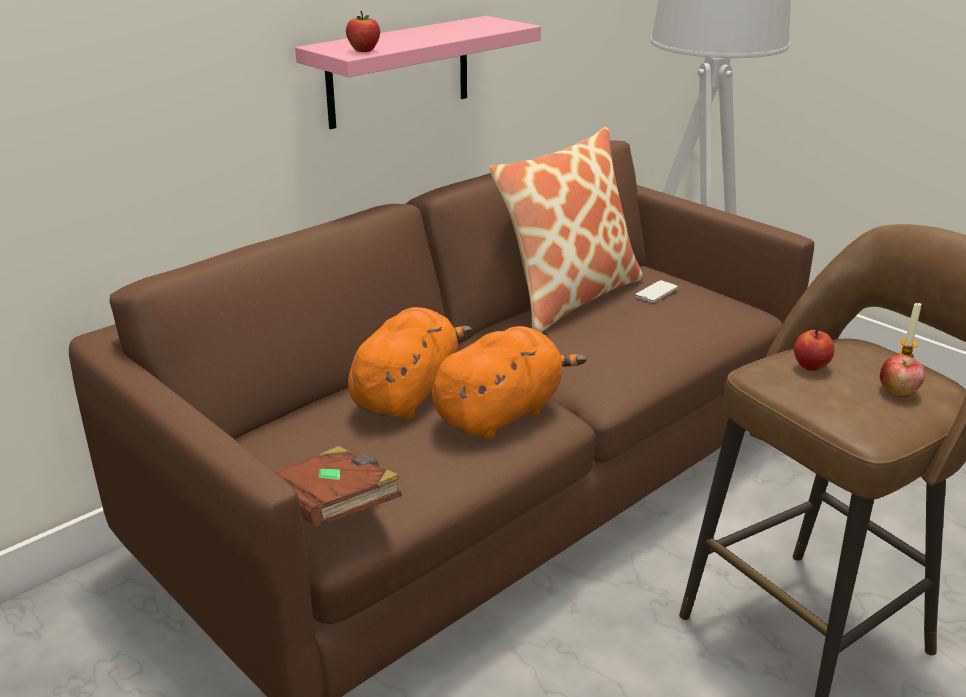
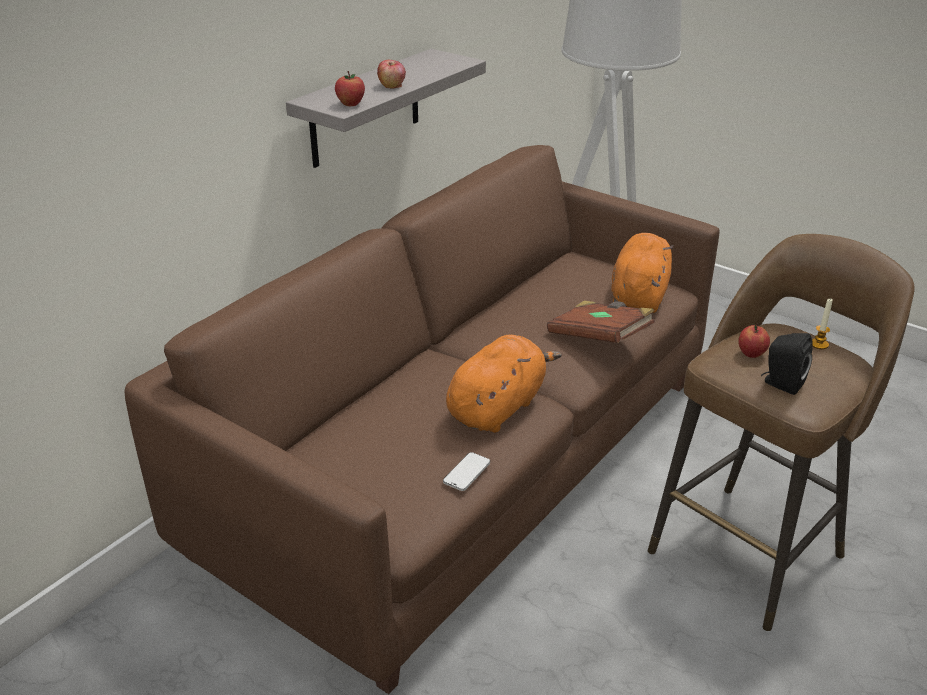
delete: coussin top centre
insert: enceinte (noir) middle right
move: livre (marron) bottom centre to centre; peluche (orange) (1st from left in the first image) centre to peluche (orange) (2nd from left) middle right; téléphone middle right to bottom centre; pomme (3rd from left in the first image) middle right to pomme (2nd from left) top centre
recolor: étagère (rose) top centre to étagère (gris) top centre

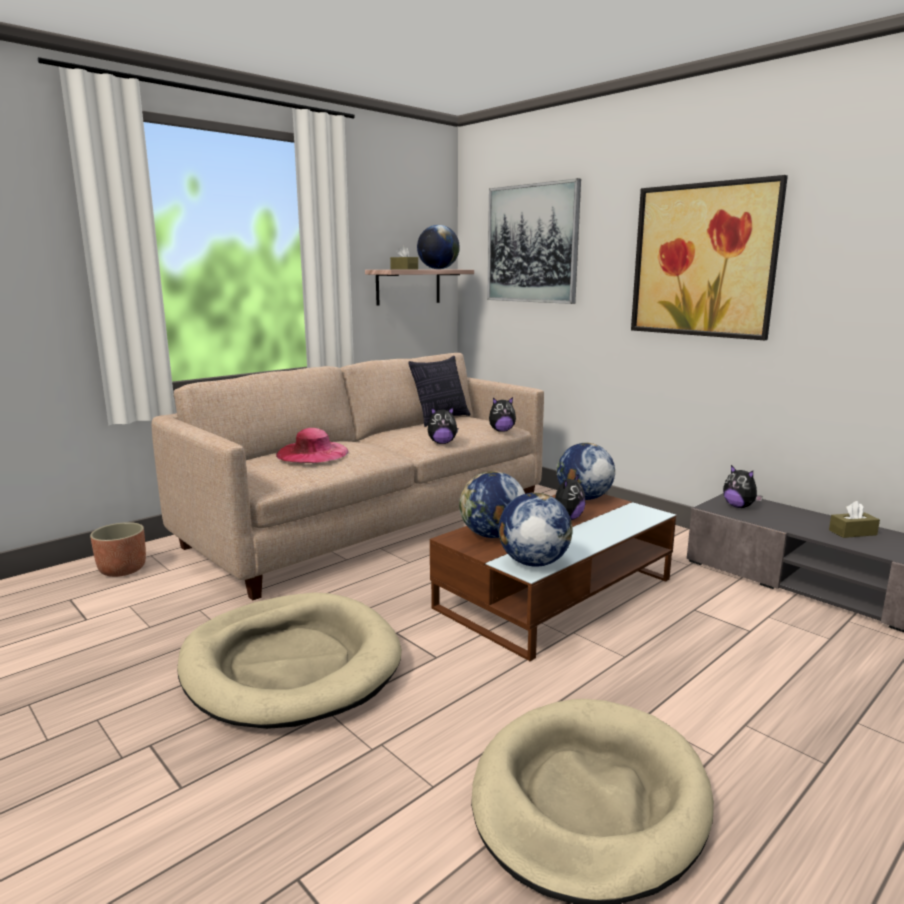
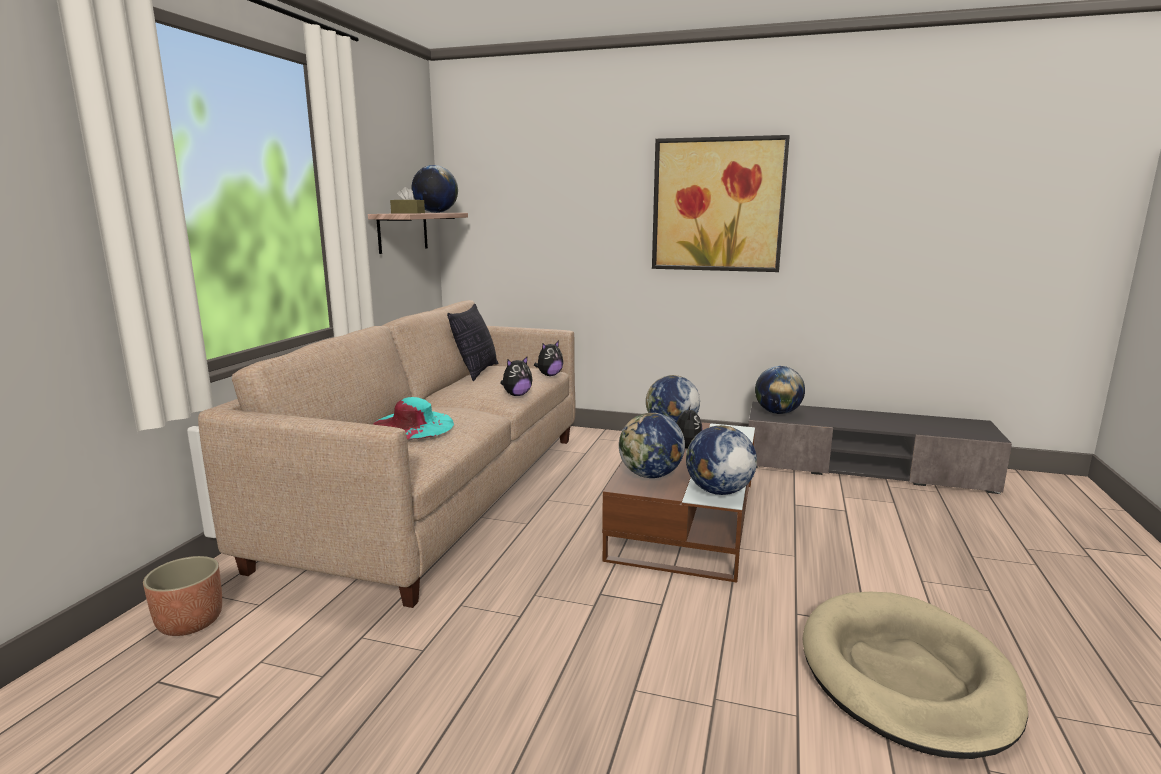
delete: panier pour chien (beige) (1st from left) bottom left; tableau (1st from left) top centre; boîte à mouchoirs (marron) (2nd from left) middle right
replace: peluche (4th from left) middle right to globe (5th from left) middle right
recolor: chapeau (rose) centre to chapeau (turquoise) centre

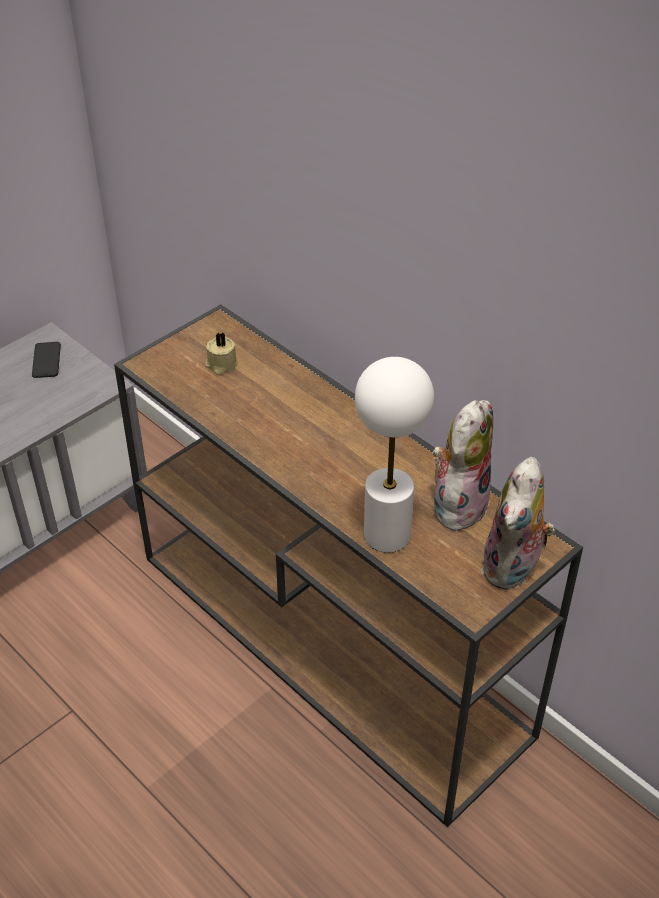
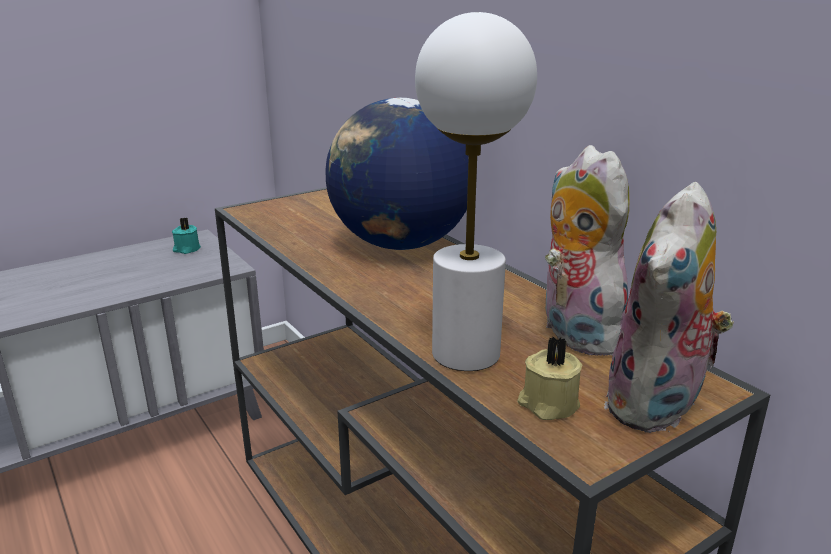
insert: globe top centre
move: bougie (beige) centre to bottom centre
replace: téléphone middle left to bougie (turquoise) middle left
rotate: peluche (1st from left) middle right = middle right 60 degrees counterclockwise

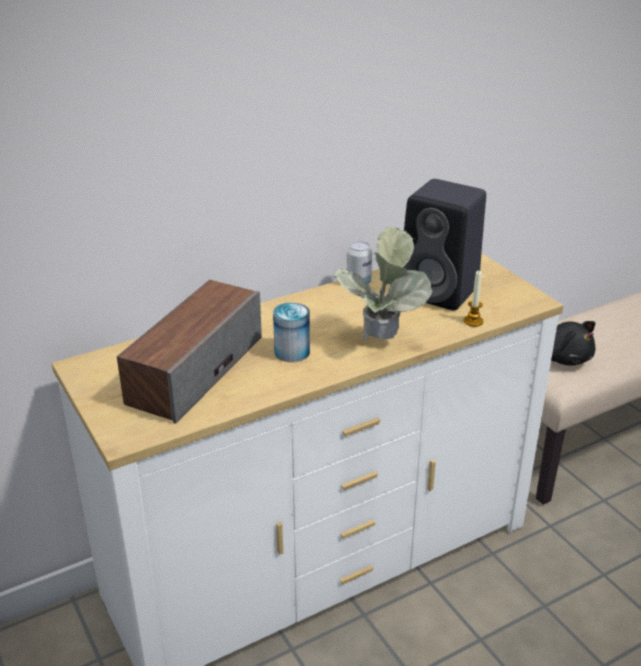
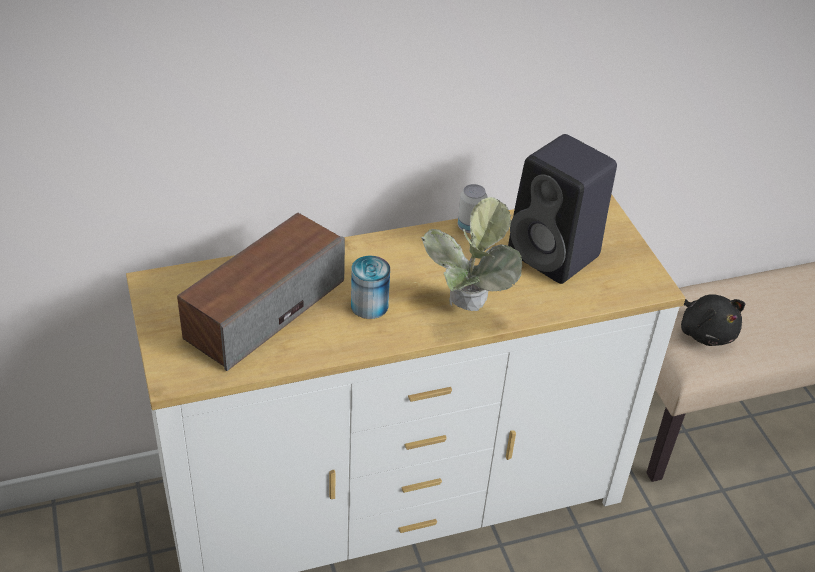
delete: bougie middle right

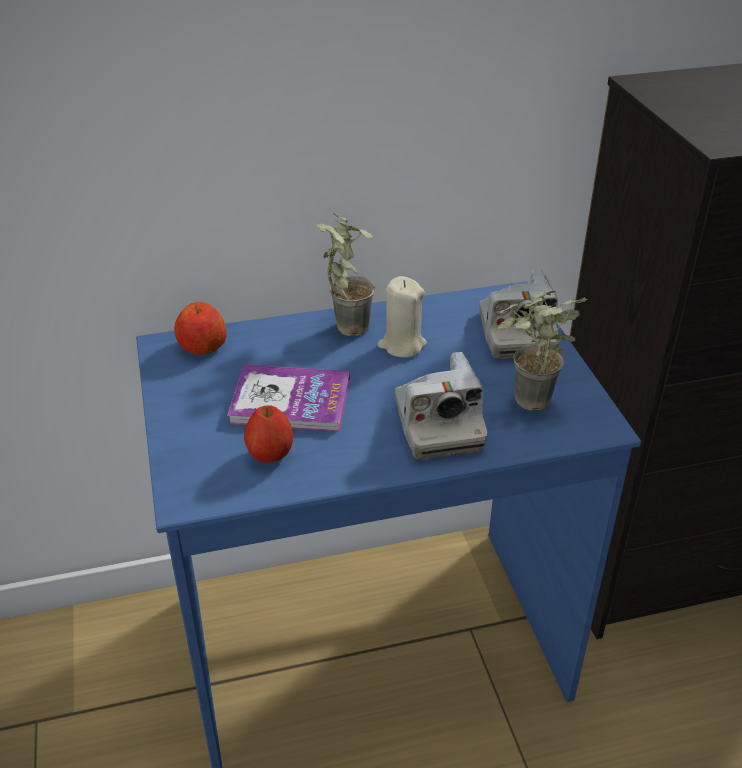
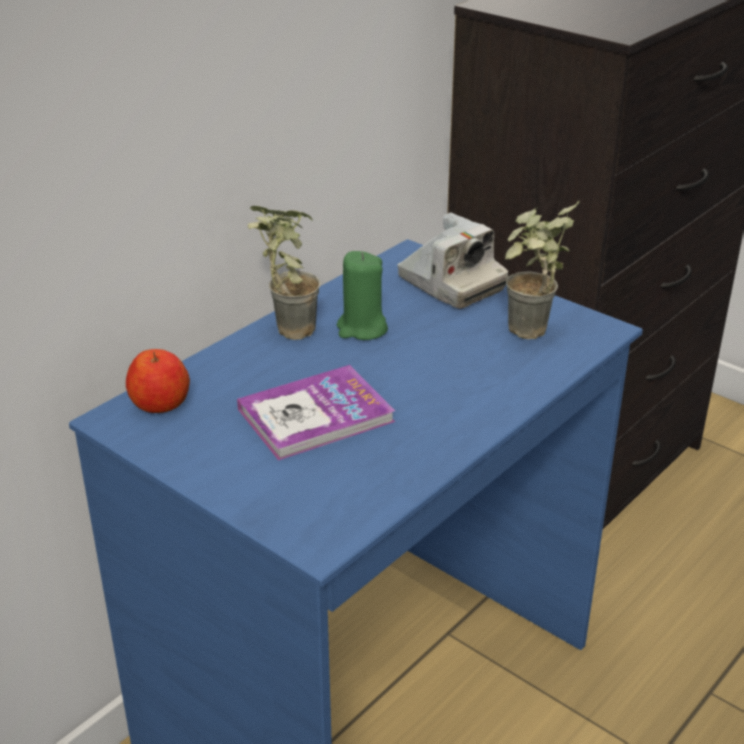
delete: pomme (2nd from left) centre; appareil photo (1st from left) centre
recolor: bougie (beige) centre to bougie (vert) centre

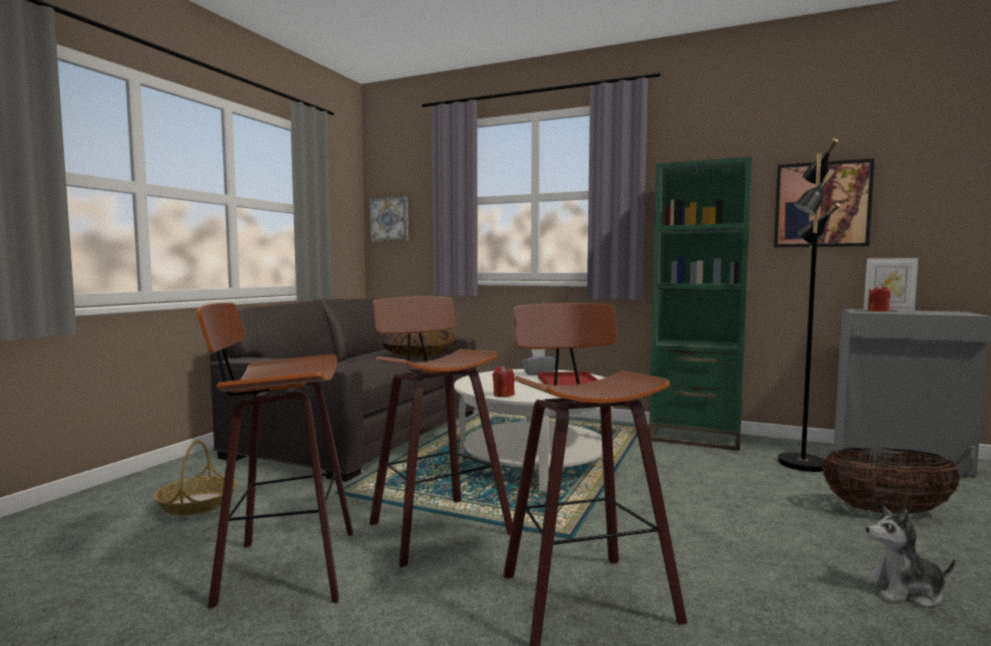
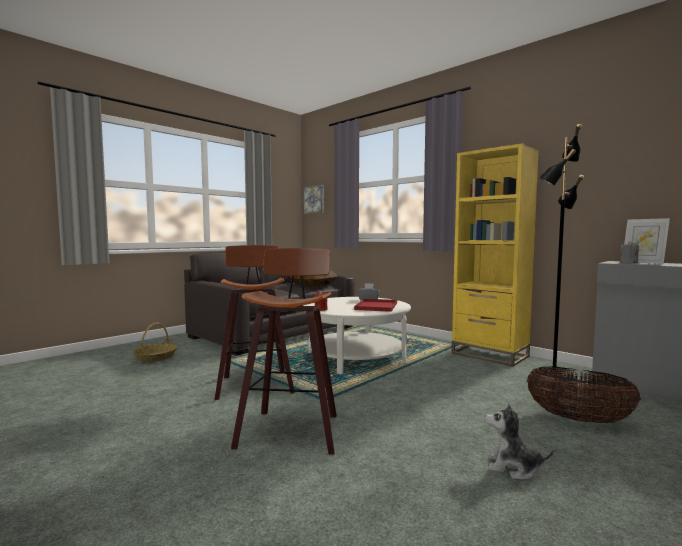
delete: tabouret (1st from left) bottom left; tableau (2nd from left) top right
recolor: bibliothèque (vert) middle right to bibliothèque (jaune) middle right; bougie (rouge) (2nd from left) middle right to bougie (gris) middle right

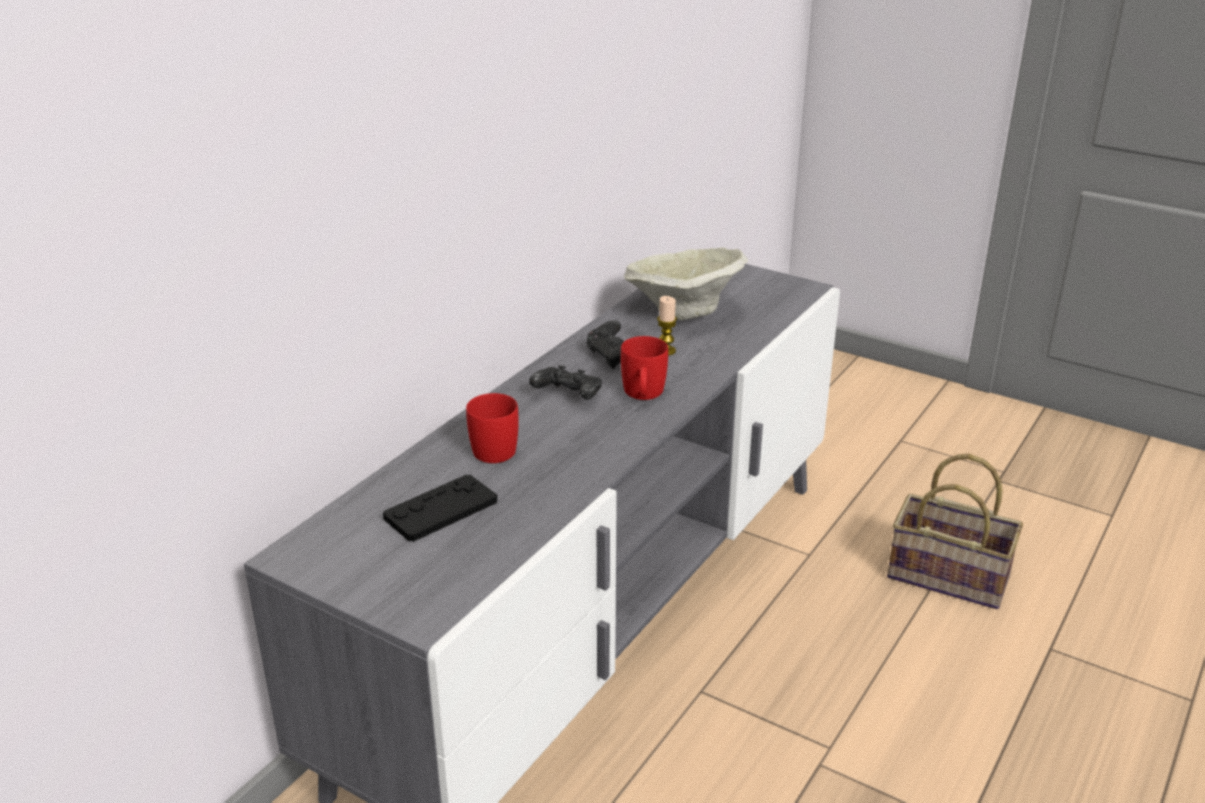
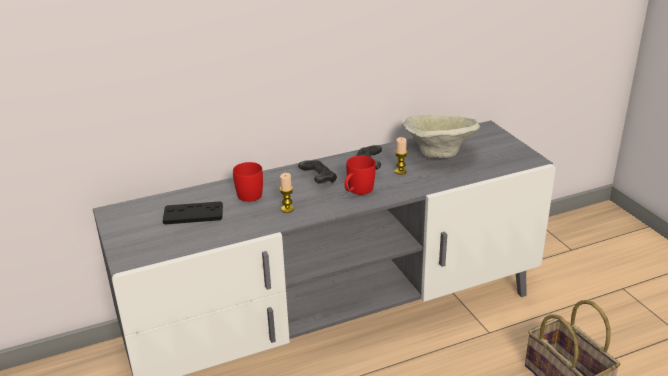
insert: bougie (1st from left) centre

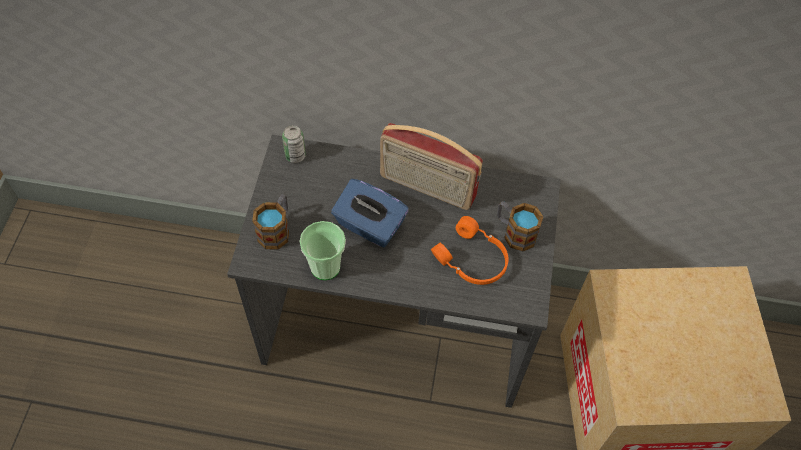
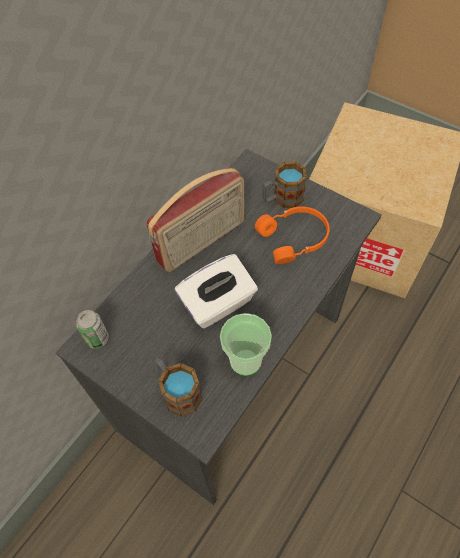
recolor: boîte à mouchoirs (bleu) centre to boîte à mouchoirs (blanc) centre

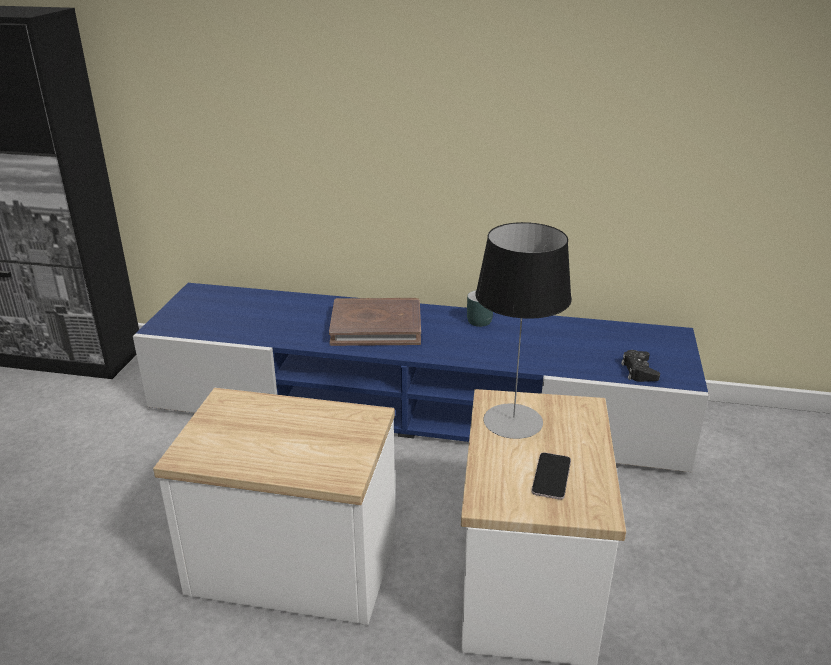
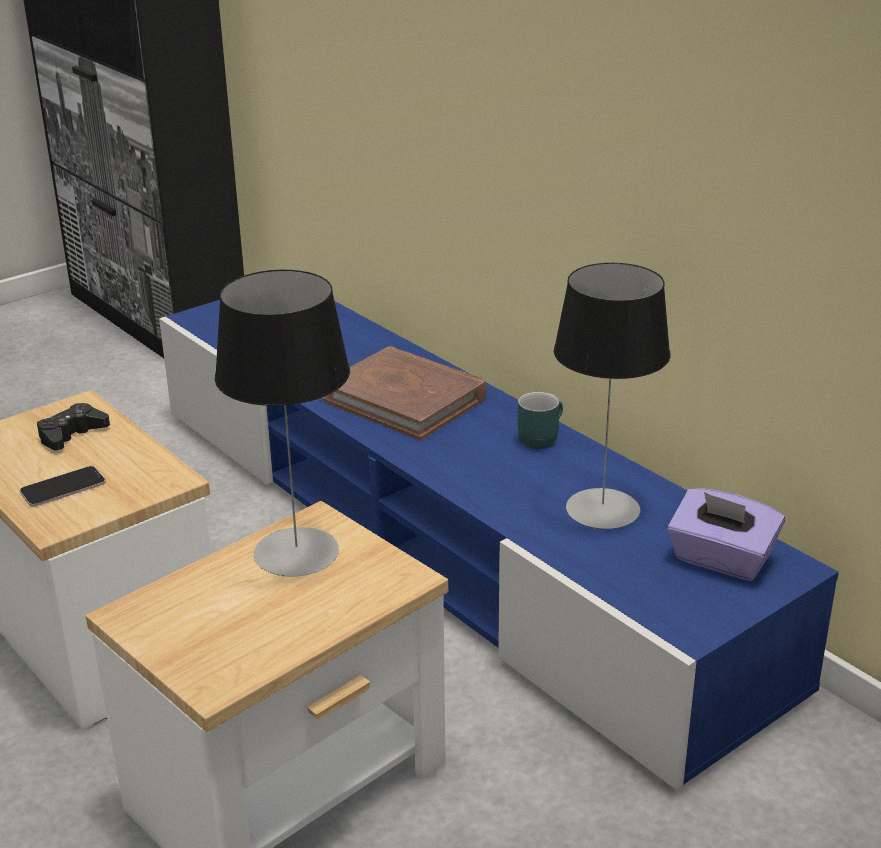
insert: lampe de table (2nd from left) middle right; boîte à mouchoirs (violet) middle right
move: téléphone bottom centre to middle left; manette (noir) middle right to middle left

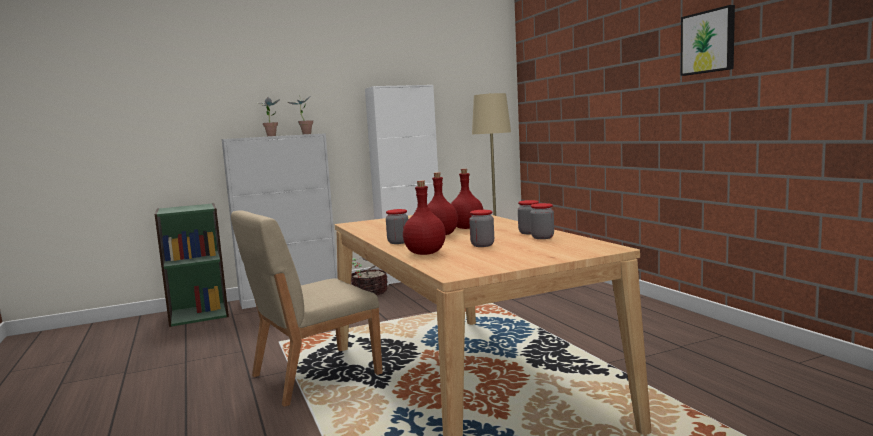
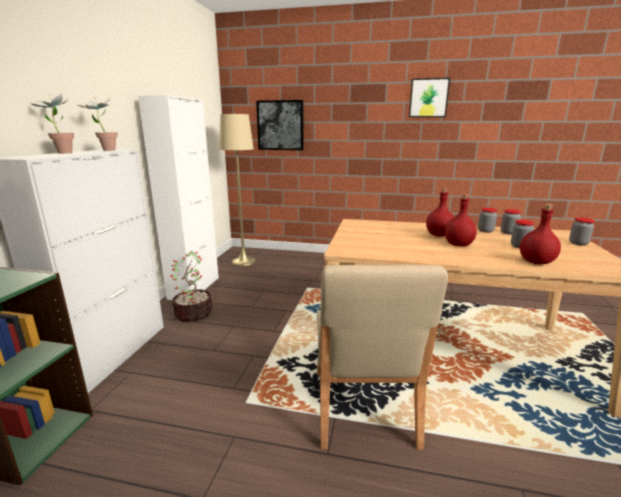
insert: tableau (1st from left) top centre
move: bocal (1st from left in the first image) centre to bocal (4th from left) middle right

